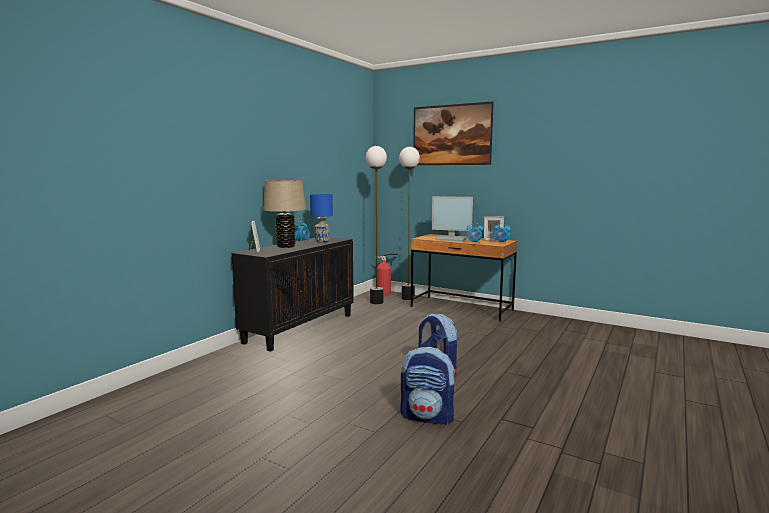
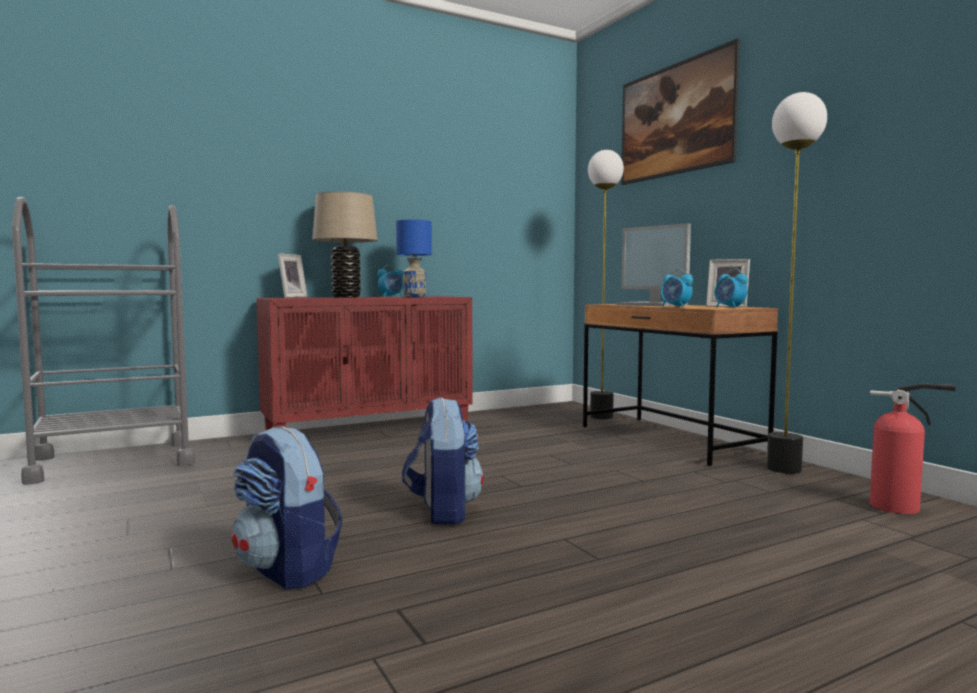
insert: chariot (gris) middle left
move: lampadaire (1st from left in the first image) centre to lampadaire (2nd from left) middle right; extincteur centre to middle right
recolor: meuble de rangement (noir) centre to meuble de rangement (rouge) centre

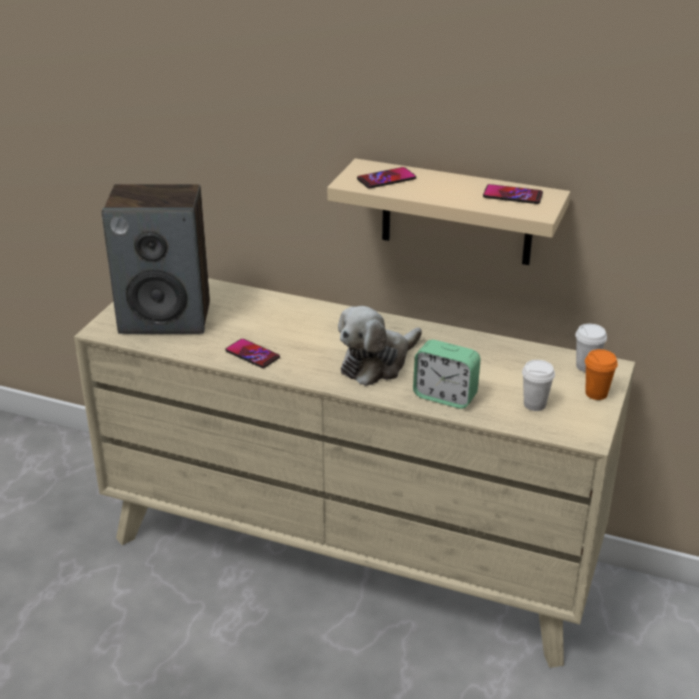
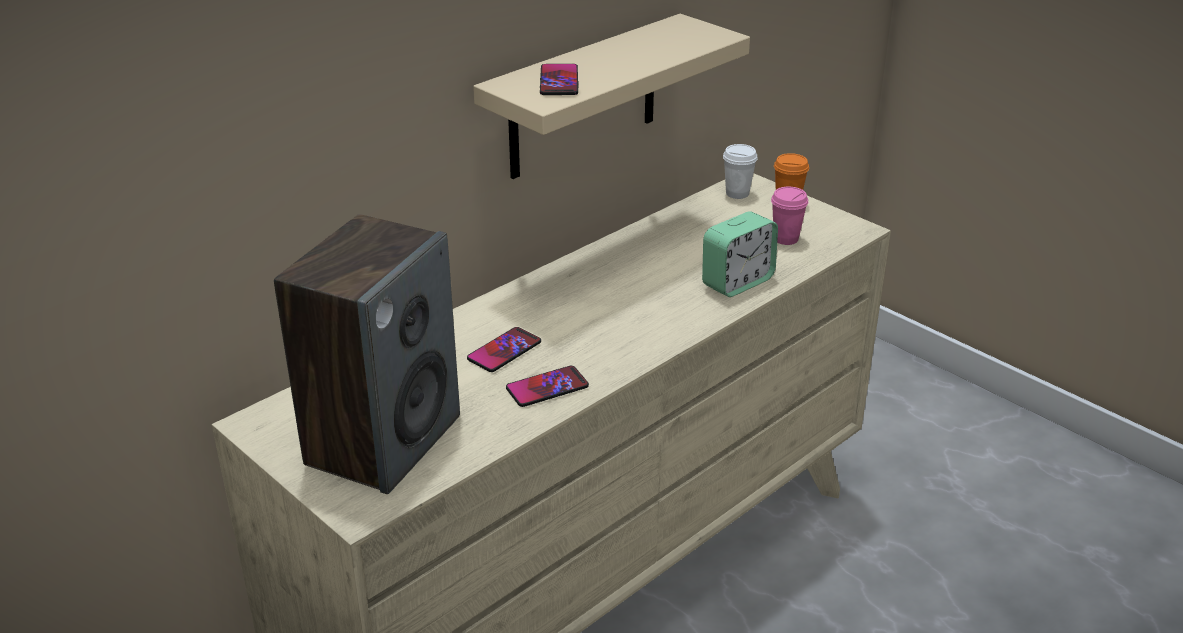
delete: peluche centre
move: téléphone (3rd from left in the first image) top right to téléphone (1st from left) centre
recolor: tasse (blanc) (1st from left) middle right to tasse (rose) middle right

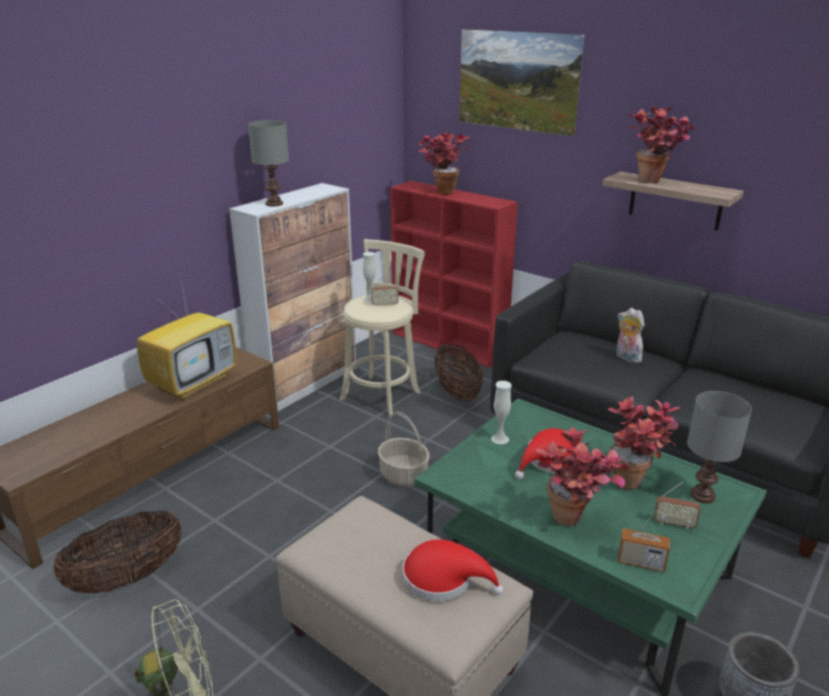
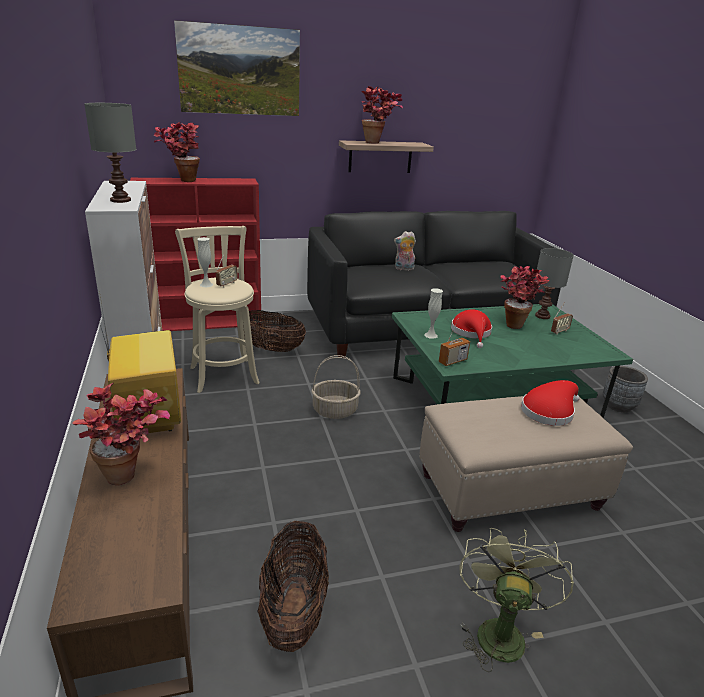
move: plante en pot (2nd from left in the first image) bottom right to plante en pot (1st from left) middle left; radio (2nd from left) bottom right to centre

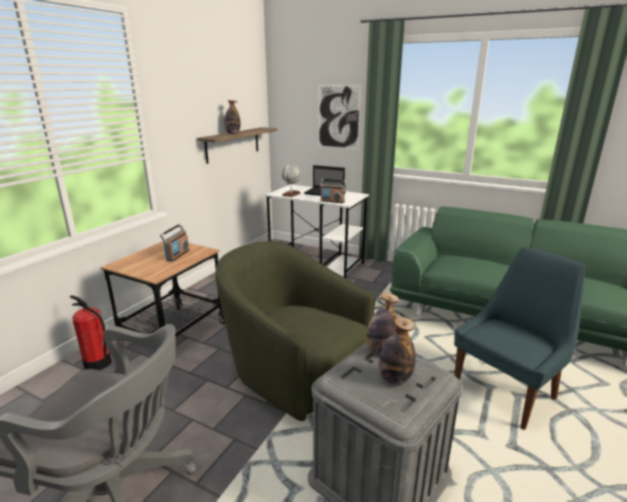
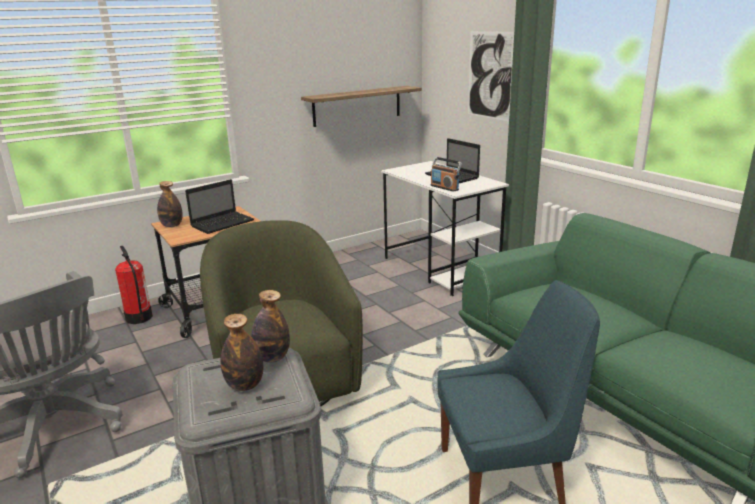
delete: globe centre
move: bouteille (1st from left) top centre to middle left
replace: radio (1st from left) middle left to ordinateur portable (1st from left) middle left

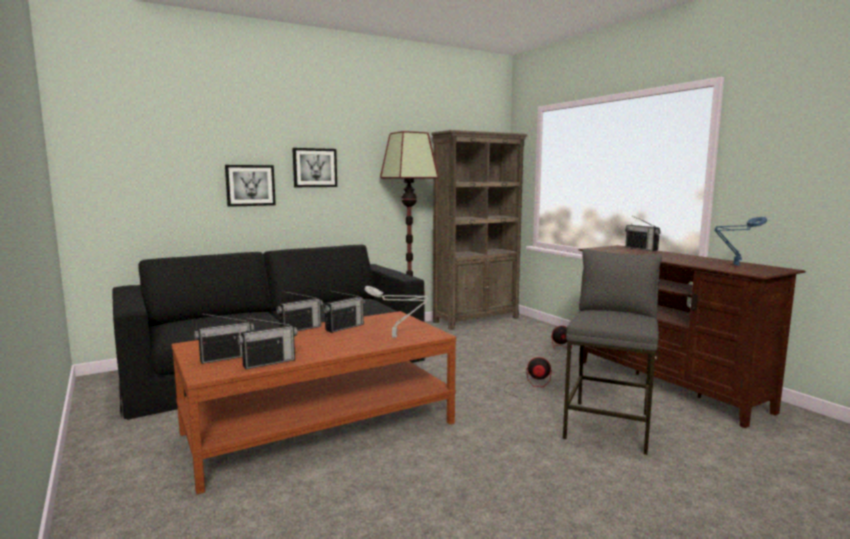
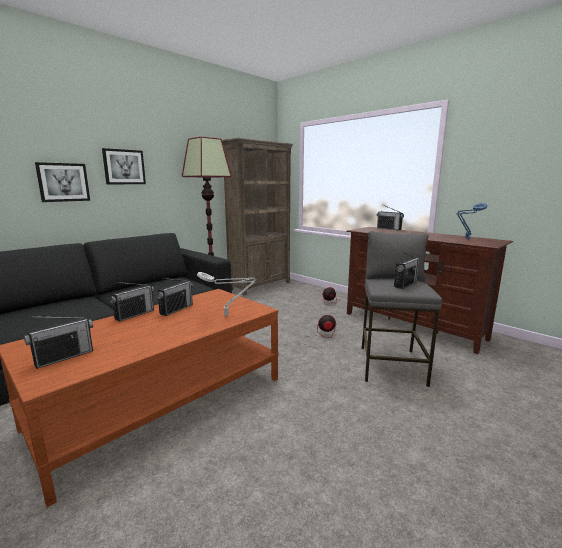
move: radio (2nd from left in the first image) middle left to radio (5th from left) middle right

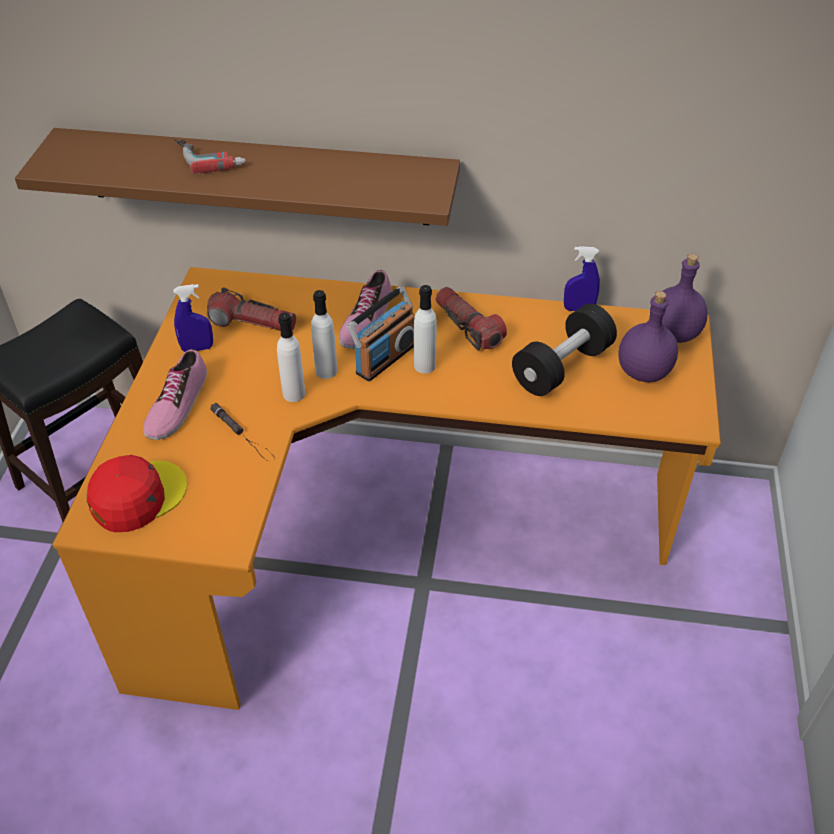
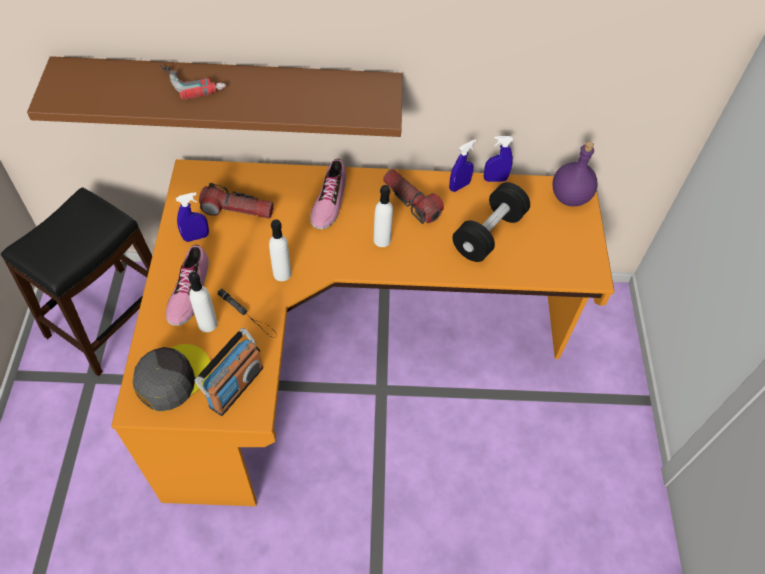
delete: bouteille (violet) (1st from left) middle right
insert: vaporisateur (bleu) (2nd from left) top centre
move: bouteille (blanc) (2nd from left in the first image) centre to bouteille (blanc) (1st from left) middle left; radio centre to middle left
recolor: casquette (rouge) middle left to casquette (gris) middle left

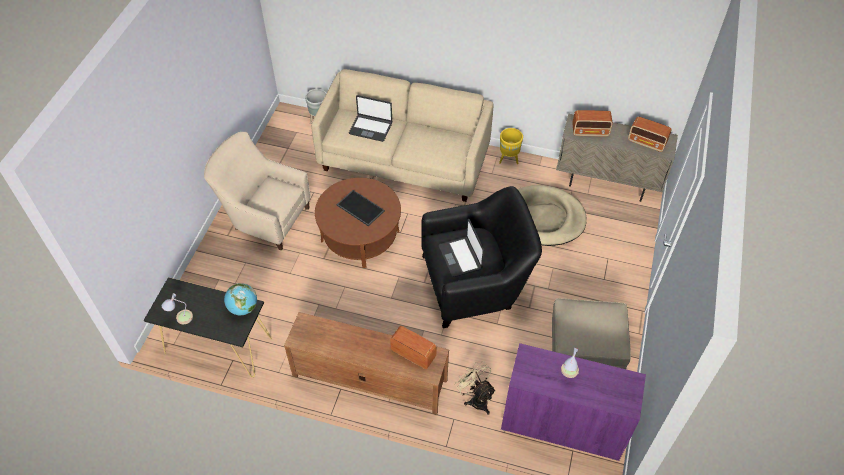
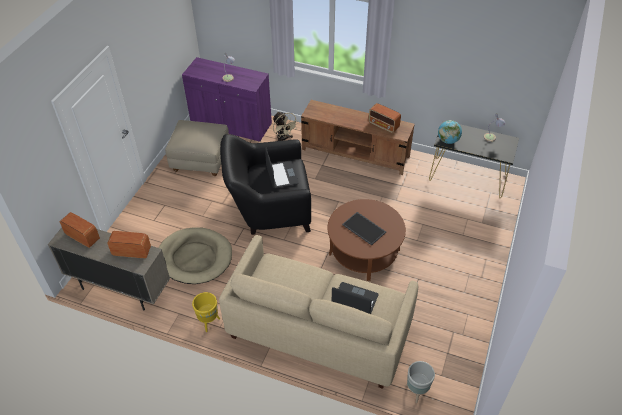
delete: fauteuil (beige) middle left
move: radio (1st from left in the first image) bottom centre to radio (3rd from left) top centre

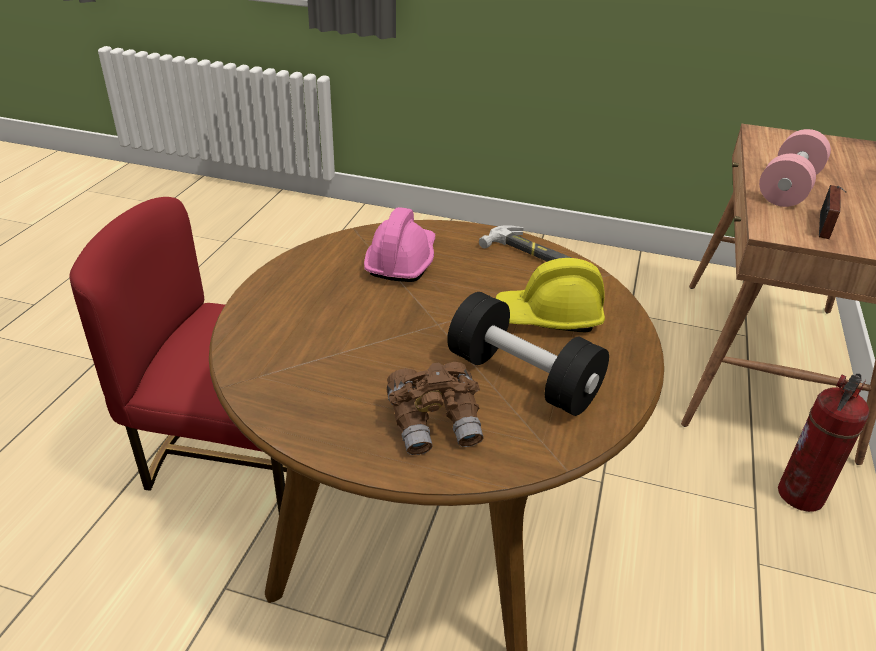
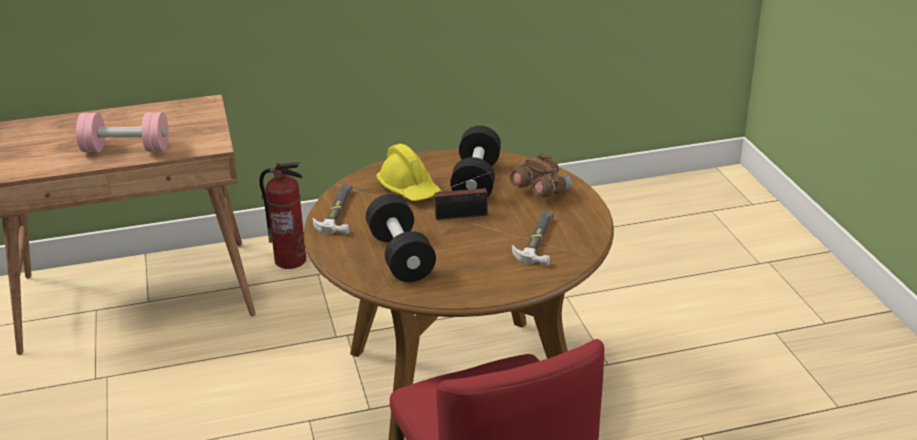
insert: marteau (2nd from left) centre
move: radio top right to centre
replace: casque de chantier (rose) centre to haltère (noir) (1st from left) centre

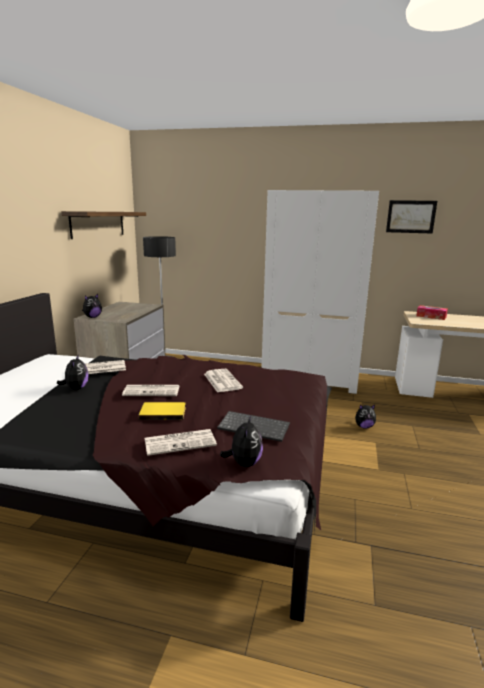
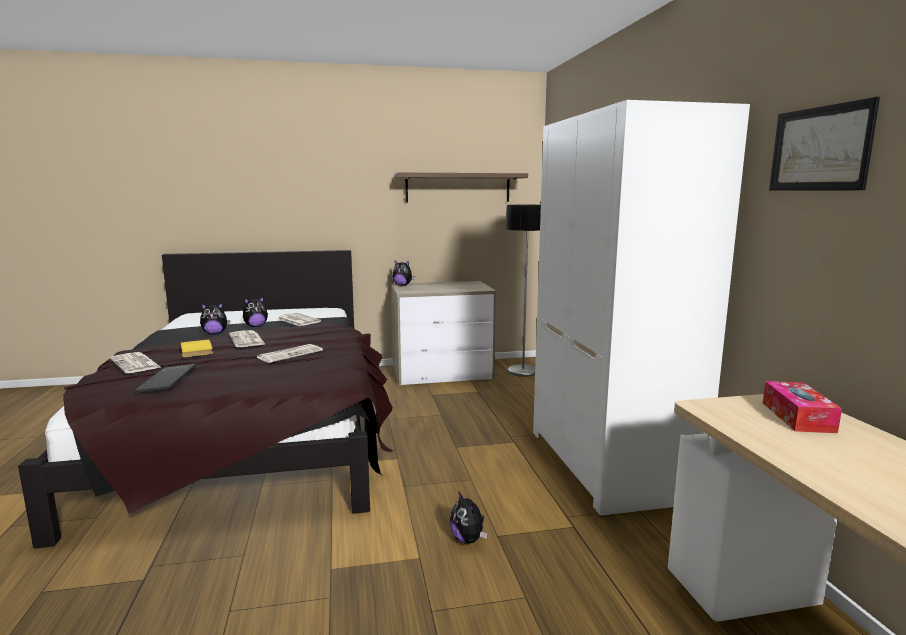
move: peluche (3rd from left in the first image) centre to peluche (1st from left) middle left

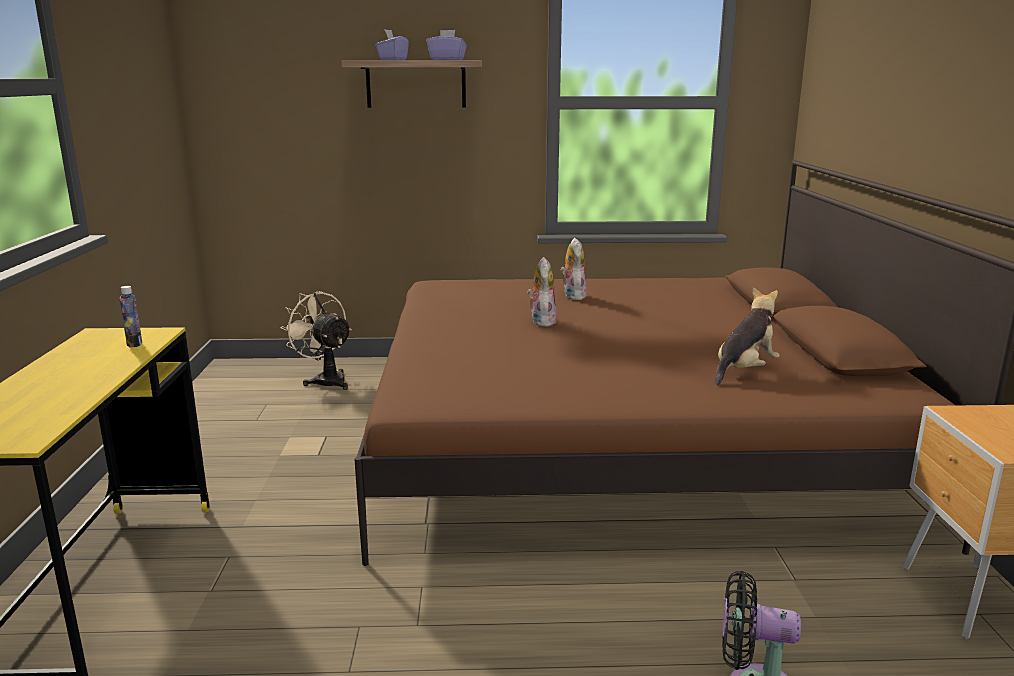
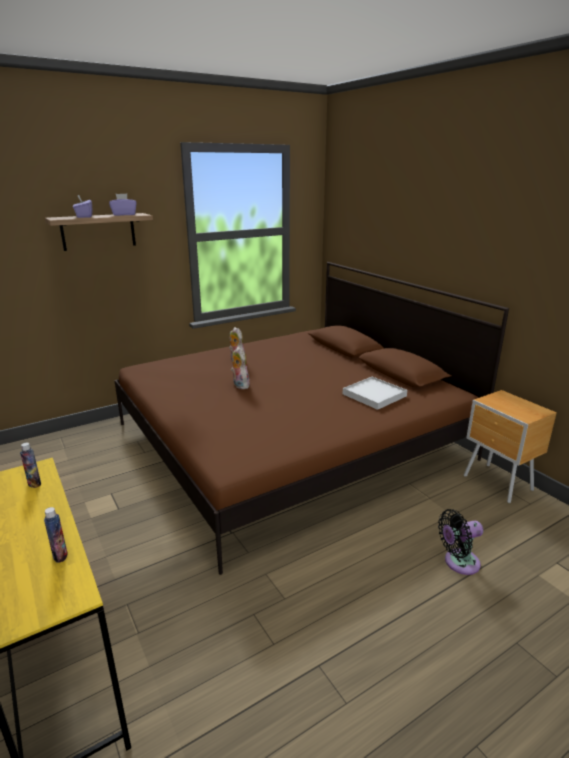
delete: ventilateur (beige) middle left
insert: bouteille (2nd from left) bottom left
replace: peluche (3rd from left) middle right to plateau (blanc) centre

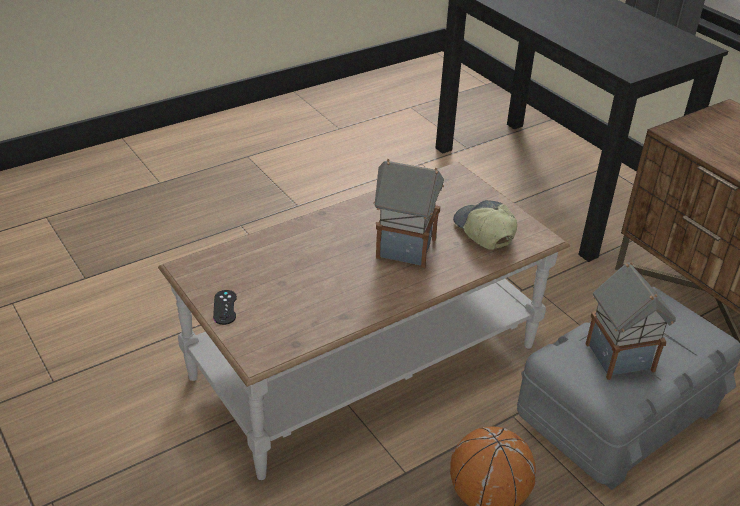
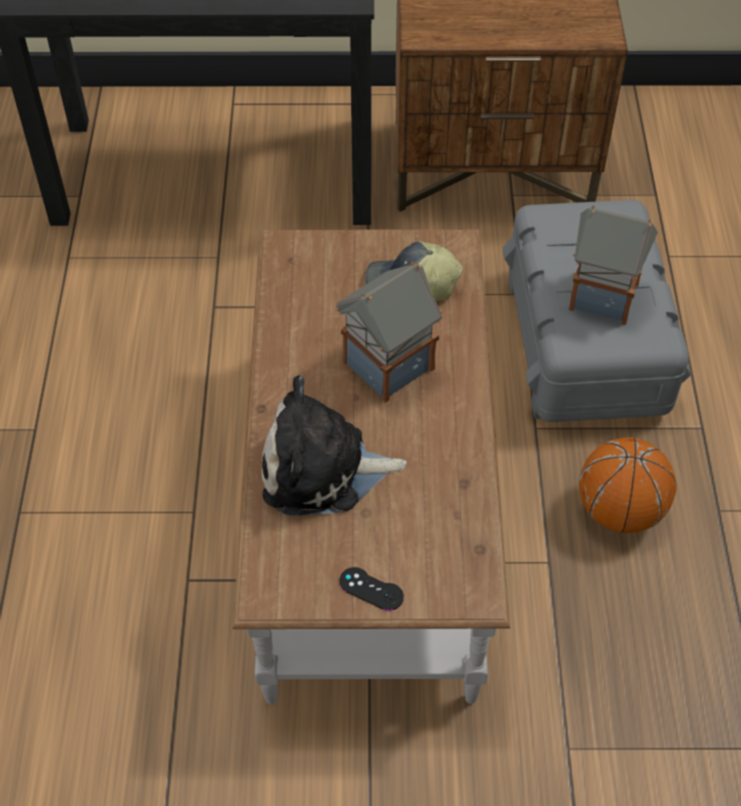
insert: peluche centre

